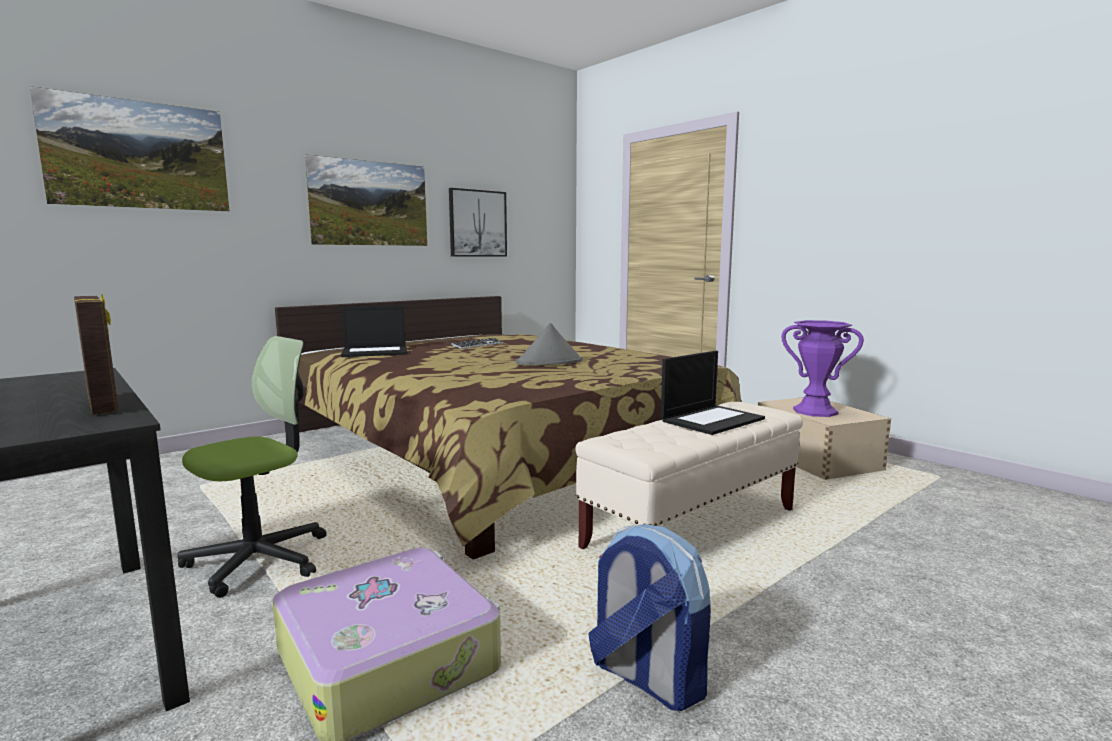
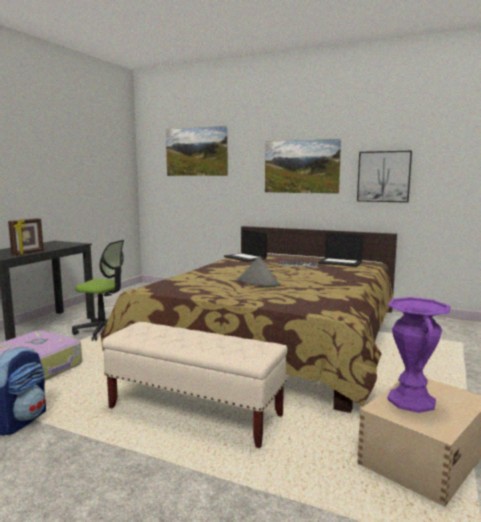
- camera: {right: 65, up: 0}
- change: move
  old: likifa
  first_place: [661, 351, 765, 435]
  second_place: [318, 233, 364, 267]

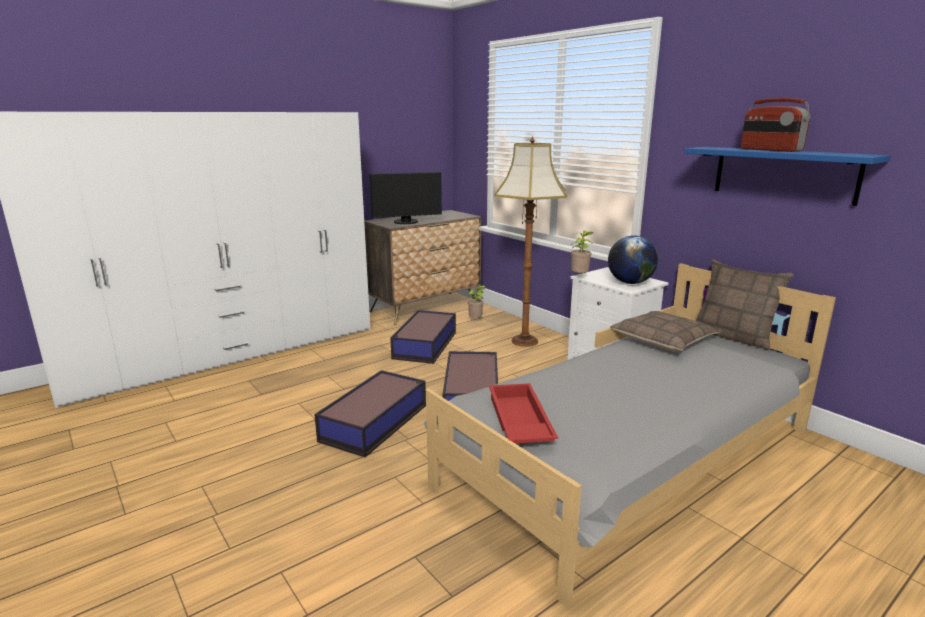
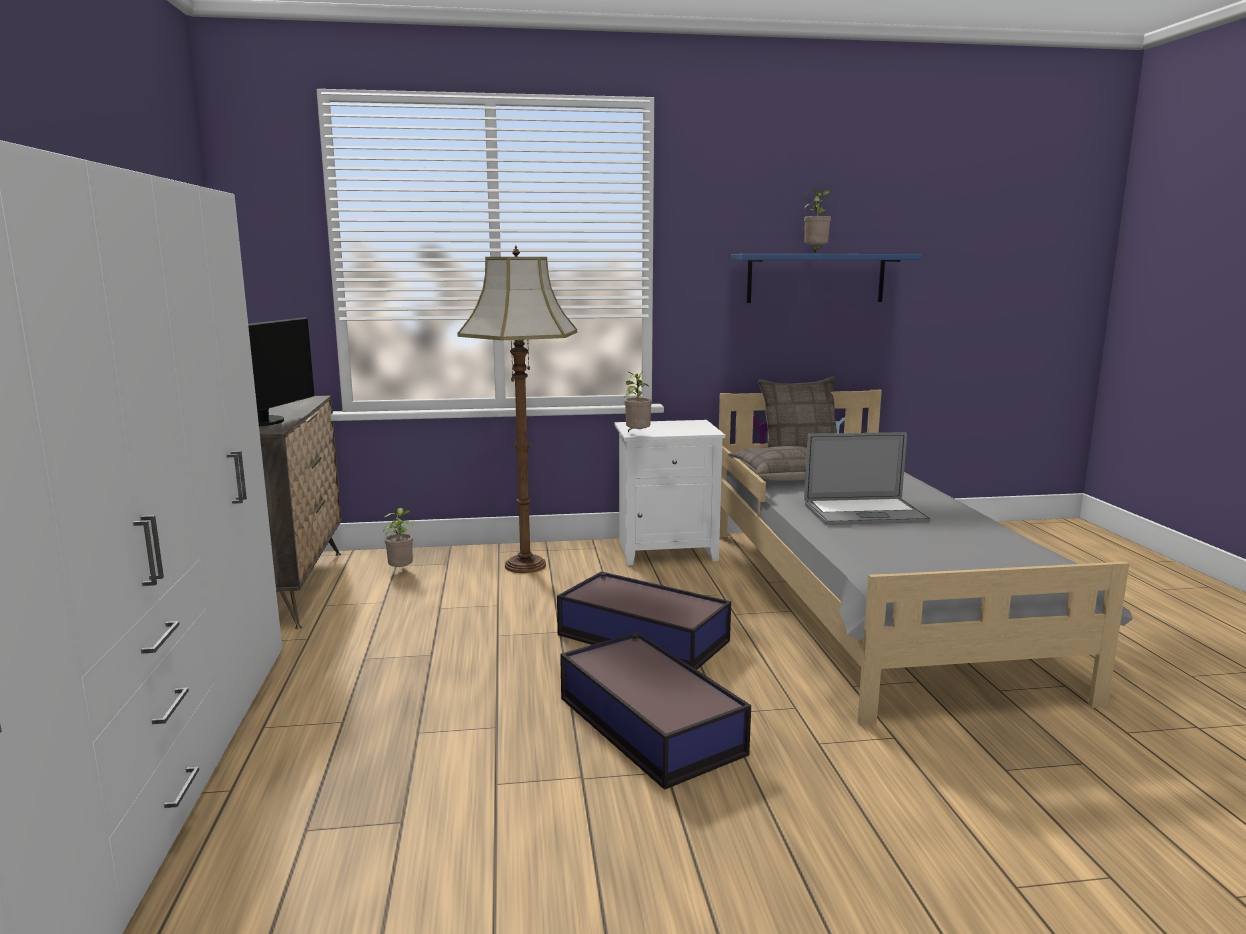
- camera: {right: -60, up: -5}
- change: delete
  old: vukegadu
  first_place: [390, 310, 456, 364]
- change: delete
  old: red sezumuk
  first_place: [489, 383, 558, 443]
- change: delete
  old: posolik
  first_place: [608, 235, 658, 284]
- change: replace
  old: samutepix
  new: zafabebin
  first_place: [741, 98, 810, 152]
  second_place: [804, 190, 832, 253]
- change: insert
  new: likifa
  second_place: [804, 432, 931, 525]

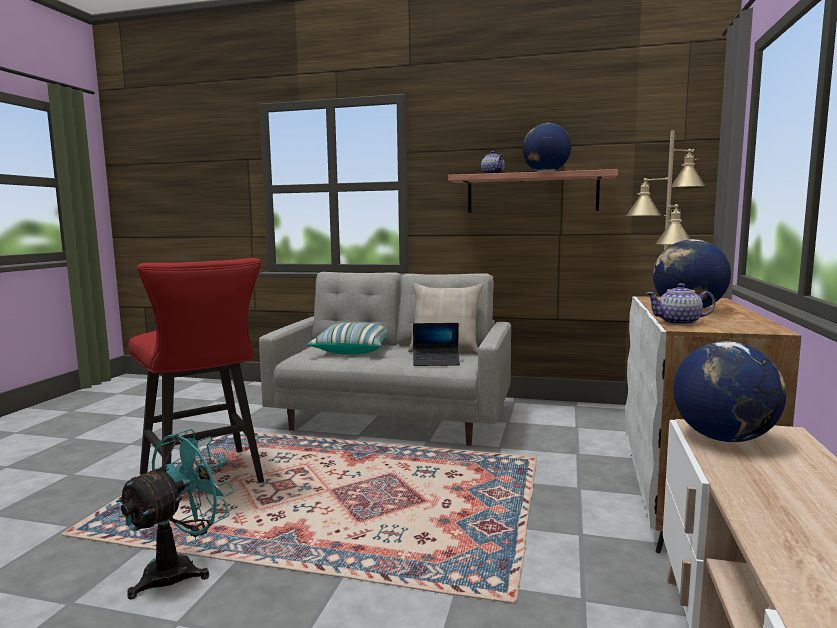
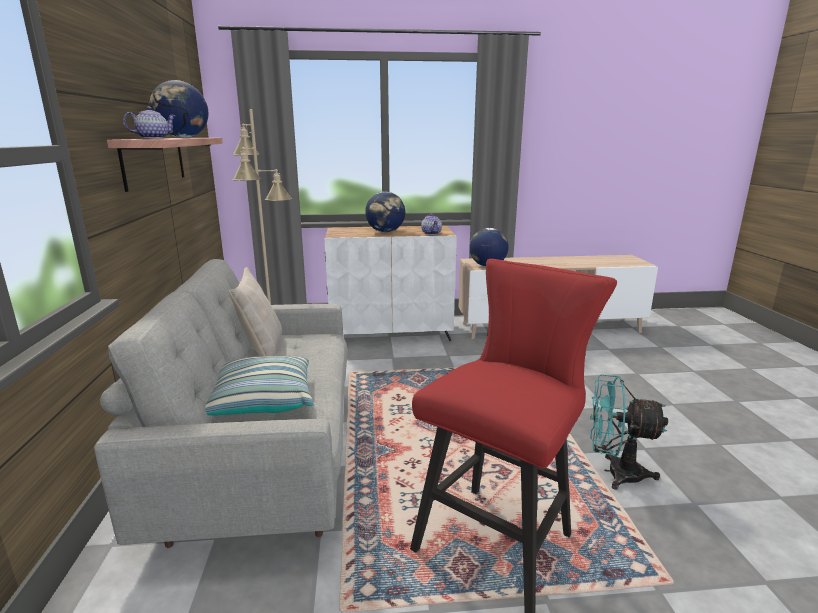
- camera: {right: -110, up: 10}
- change: delete
  old: likifa
  first_place: [413, 323, 460, 366]

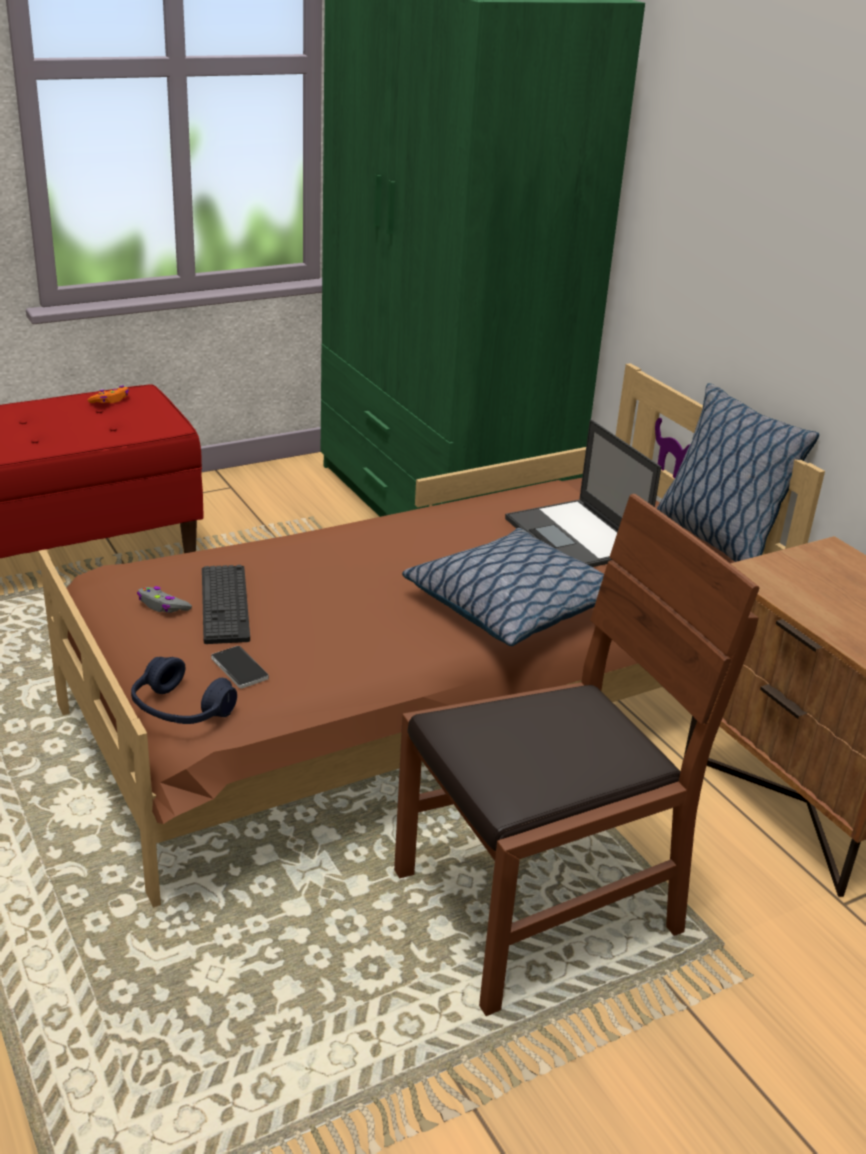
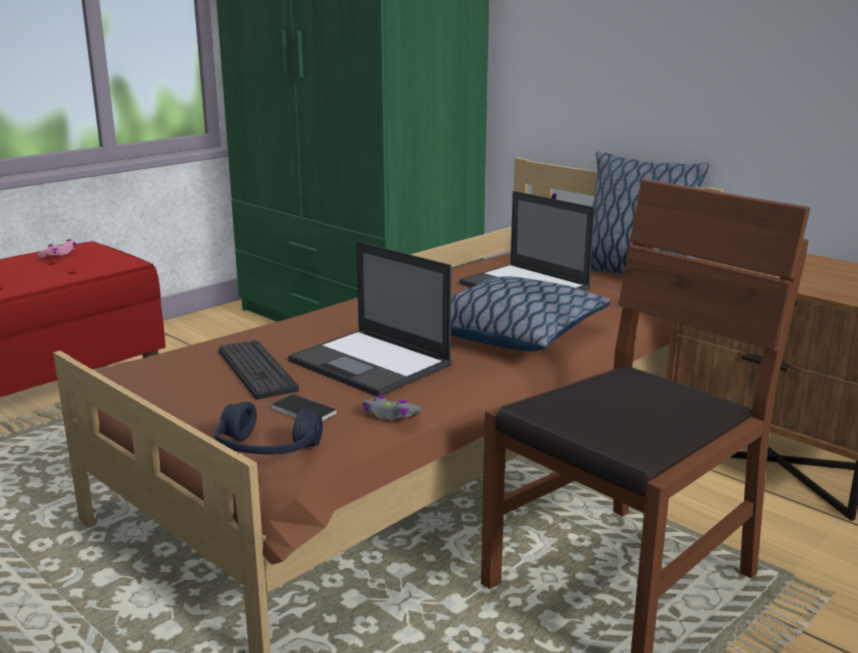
- camera: {right: -15, up: -10}
- change: recolor
  old: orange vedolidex
  new: pink vedolidex
  first_place: [88, 386, 129, 403]
  second_place: [37, 239, 76, 258]
- change: move
  old: grey vedolidex
  first_place: [137, 586, 192, 613]
  second_place: [363, 395, 422, 420]
- change: insert
  new: likifa
  second_place: [288, 241, 452, 396]

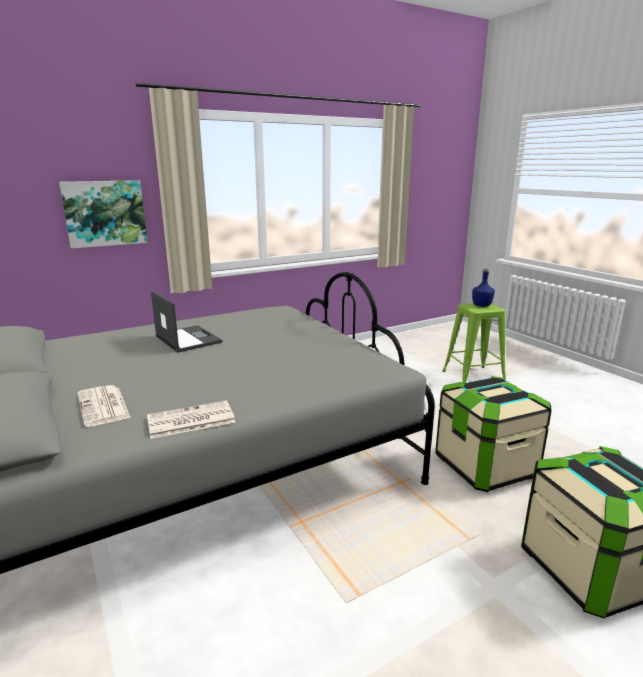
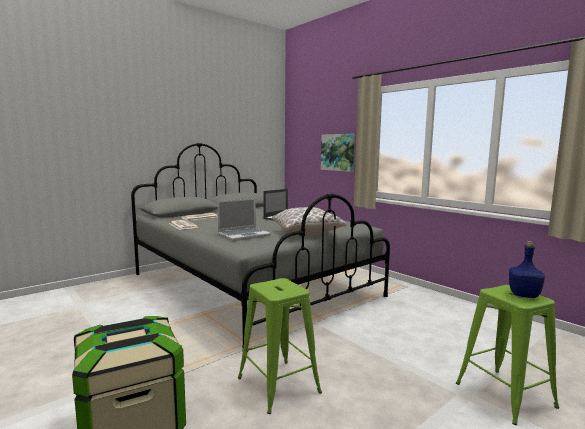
- camera: {right: 80, up: -10}
- change: replace
  old: vukegadu
  new: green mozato
  first_place: [435, 376, 551, 492]
  second_place: [238, 278, 322, 414]
- change: insert
  new: likifa
  second_place: [217, 198, 271, 241]
- change: insert
  new: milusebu
  second_place: [272, 207, 347, 235]

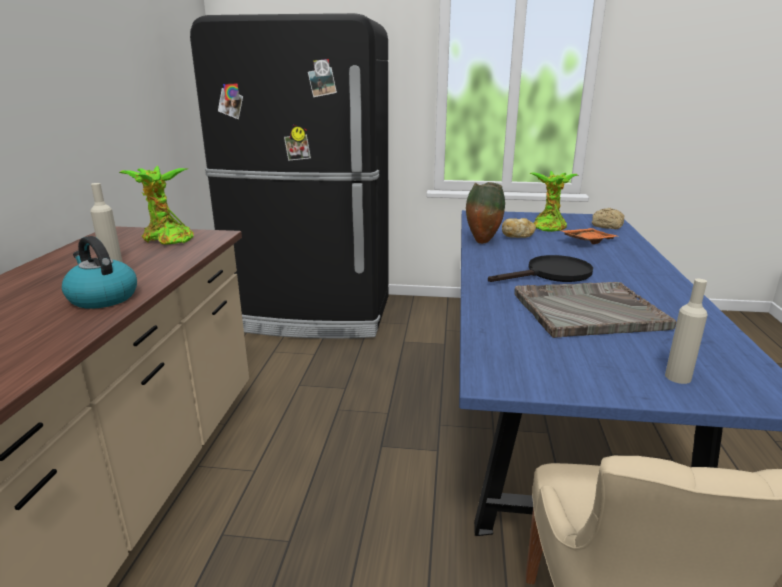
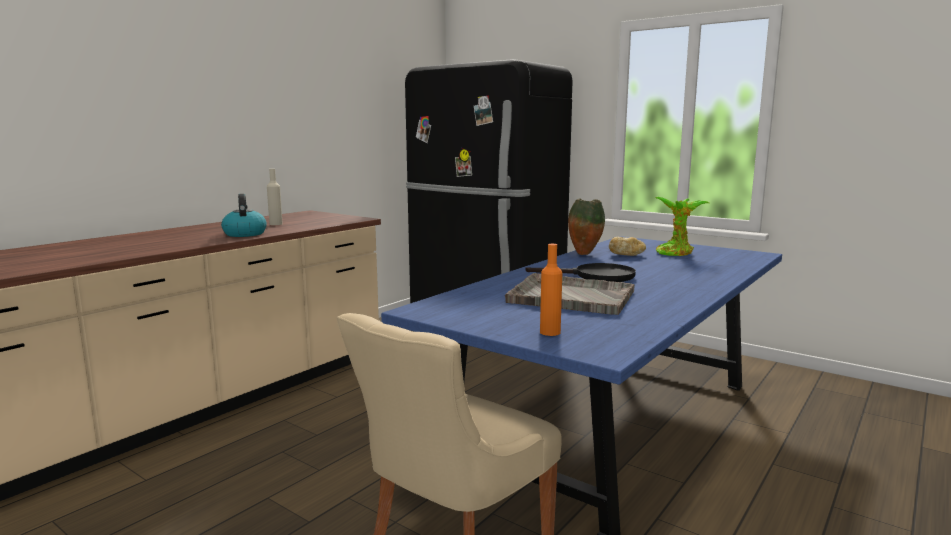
- camera: {right: 30, up: -10}
- change: delete
  old: zafabebin
  first_place: [119, 166, 194, 245]
- change: delete
  old: orange sezumuk
  first_place: [560, 228, 617, 244]
- change: delete
  old: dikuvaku
  first_place: [592, 208, 625, 229]
- change: recolor
  old: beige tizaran
  new: orange tizaran
  first_place: [665, 279, 708, 384]
  second_place: [540, 244, 562, 336]

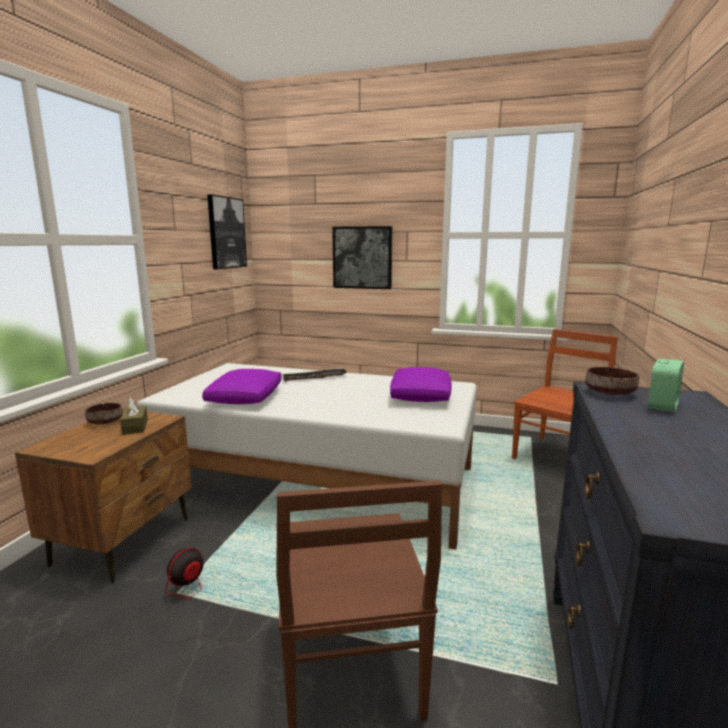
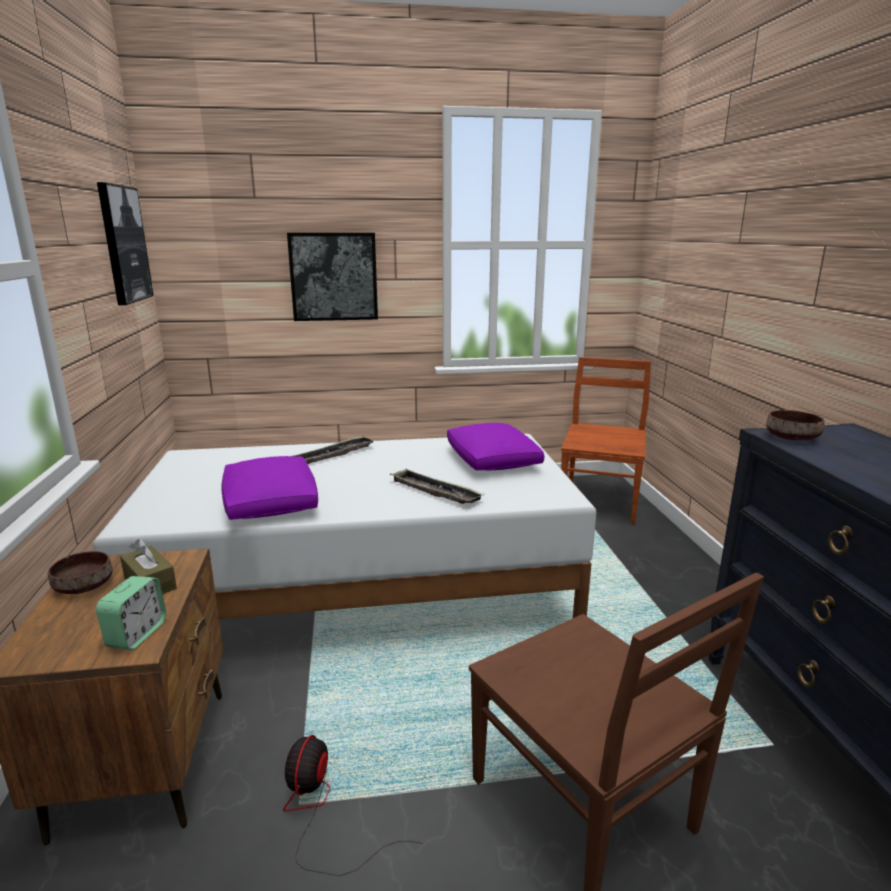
- camera: {right: -25, up: 5}
- change: move
  old: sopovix
  first_place: [648, 359, 684, 412]
  second_place: [96, 576, 166, 650]
- change: insert
  new: sezumuk
  second_place: [390, 468, 485, 504]

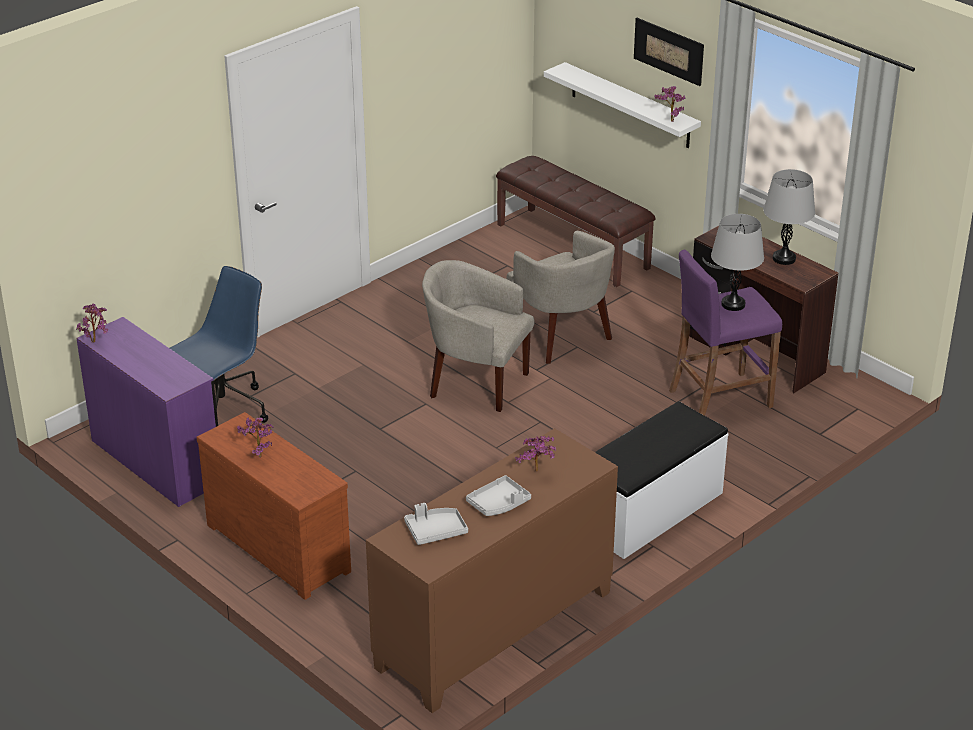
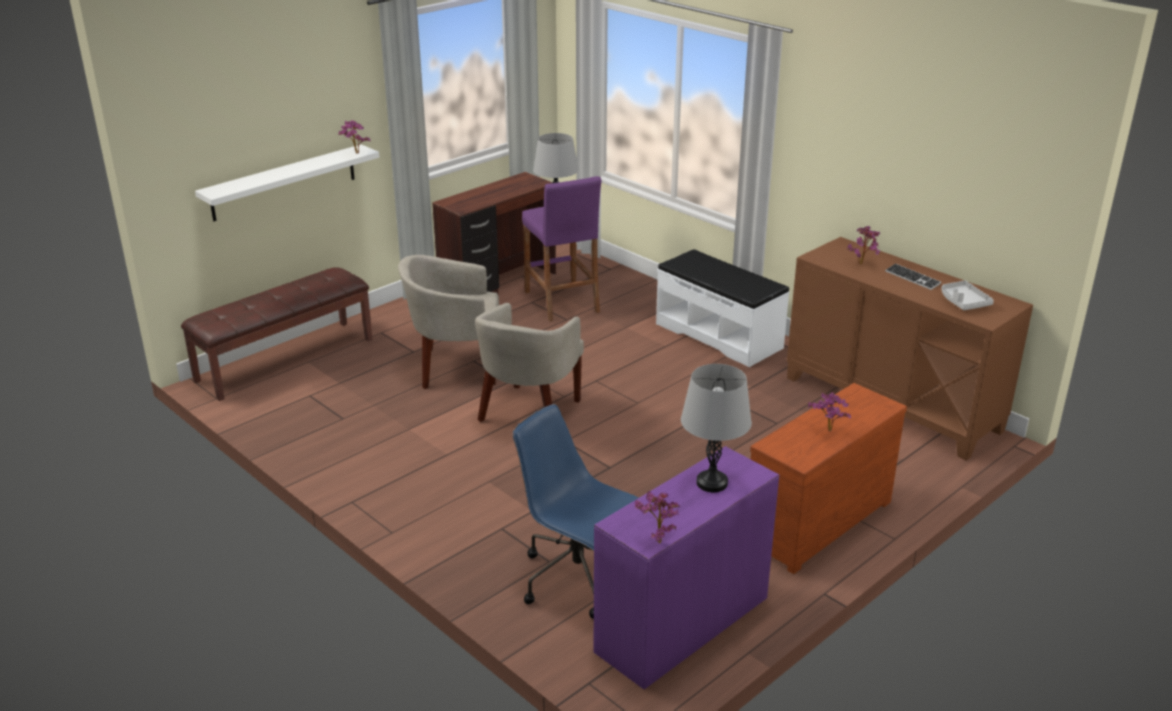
- camera: {right: -90, up: -5}
- change: replace
  old: grey sezumuk
  new: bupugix
  first_place: [466, 475, 531, 516]
  second_place: [885, 264, 941, 290]
- change: rotate
  old: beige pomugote
  first_place: [506, 231, 615, 364]
  second_place: [398, 255, 499, 389]
  degrees: -150
- change: delete
  old: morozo
  first_place: [634, 18, 704, 86]
- change: move
  old: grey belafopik
  first_place: [763, 169, 815, 265]
  second_place: [681, 364, 752, 492]

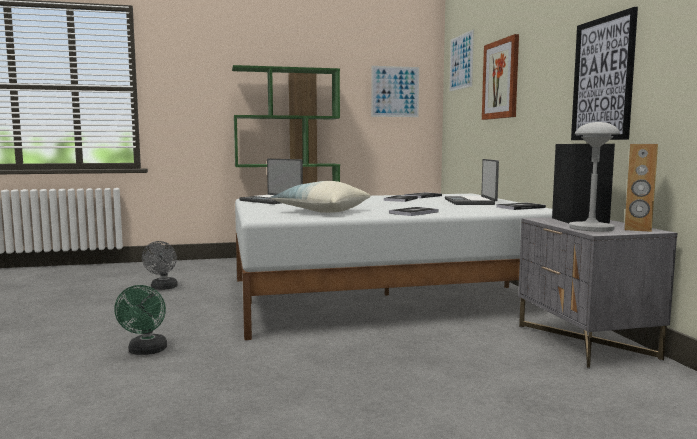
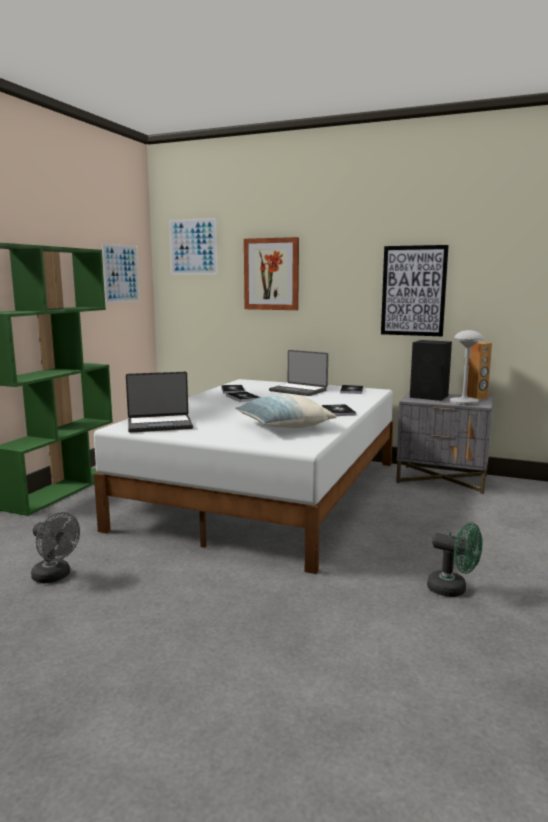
- camera: {right: -55, up: 5}
- change: move
  old: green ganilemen
  first_place: [114, 285, 167, 355]
  second_place: [427, 523, 482, 597]

